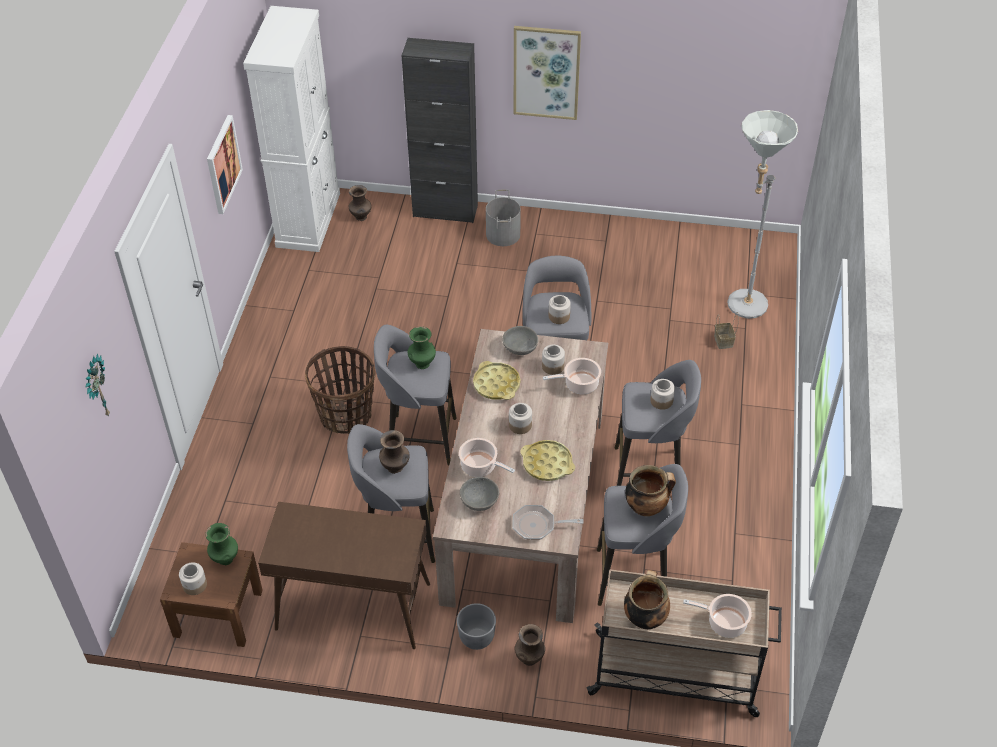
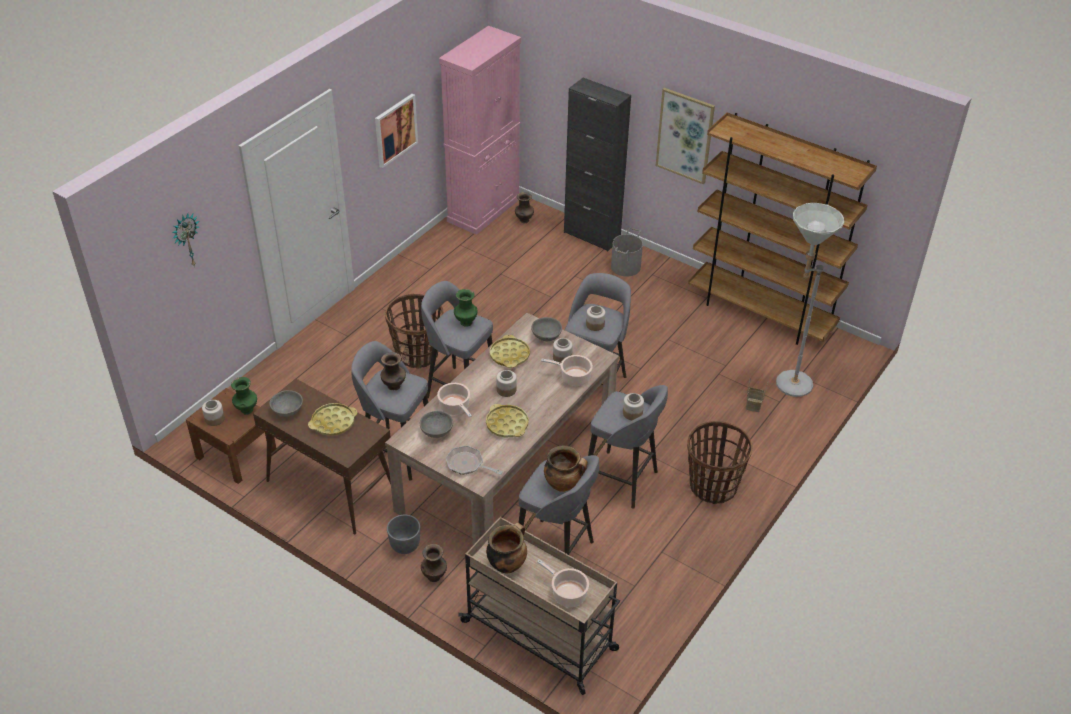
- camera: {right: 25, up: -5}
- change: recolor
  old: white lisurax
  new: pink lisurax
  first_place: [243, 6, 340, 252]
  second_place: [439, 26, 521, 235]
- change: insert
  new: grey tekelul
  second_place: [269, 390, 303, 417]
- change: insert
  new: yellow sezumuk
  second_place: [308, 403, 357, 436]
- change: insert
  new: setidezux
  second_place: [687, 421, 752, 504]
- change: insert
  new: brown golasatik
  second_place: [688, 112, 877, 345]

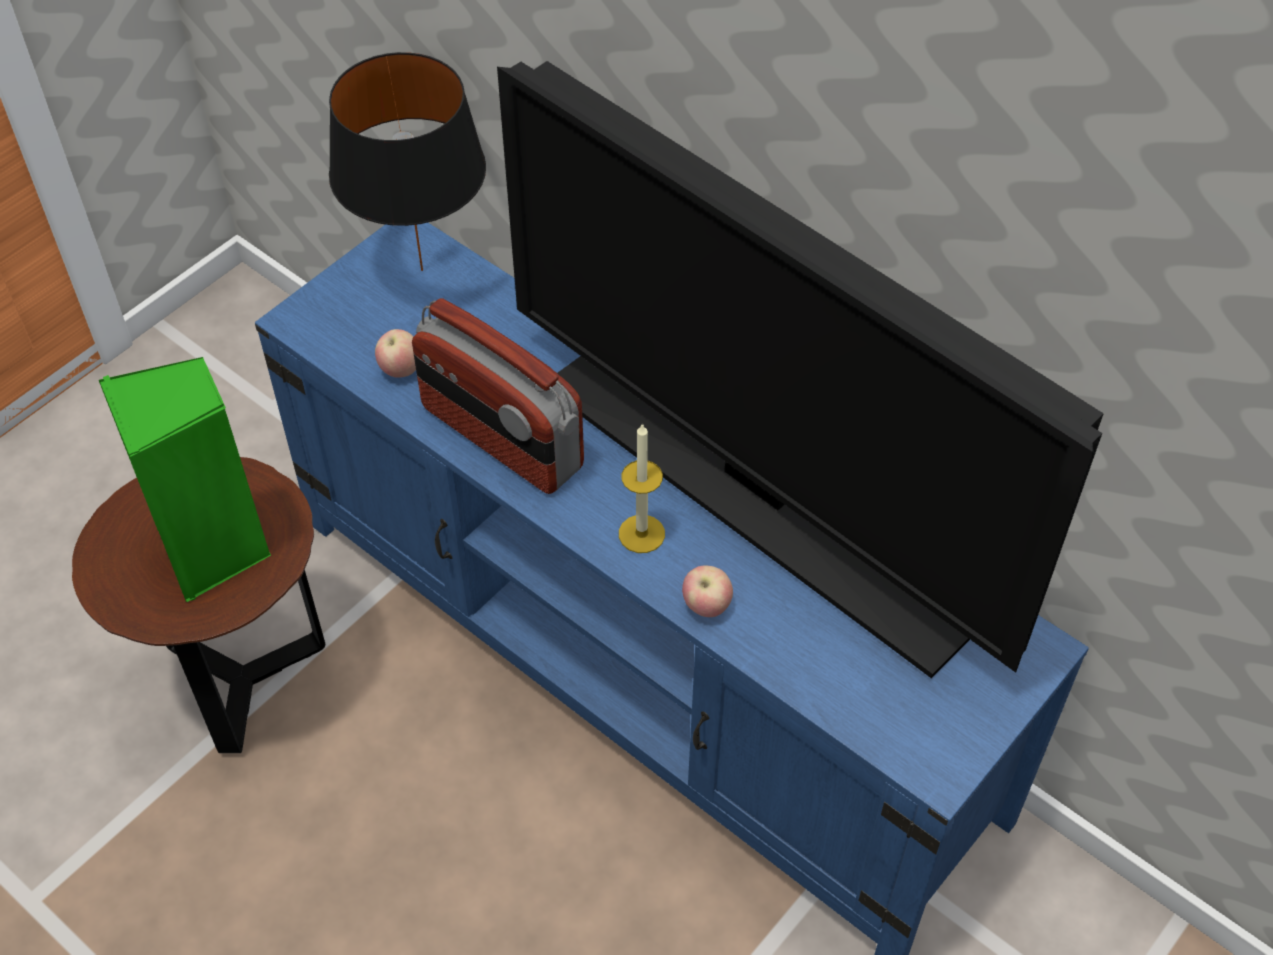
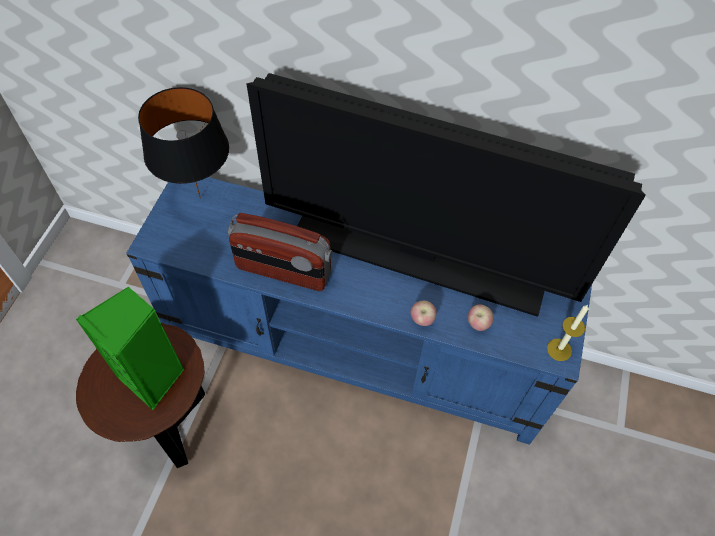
- camera: {right: -25, up: 5}
- change: move
  old: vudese
  first_place: [375, 329, 416, 378]
  second_place: [468, 304, 493, 331]
- change: move
  old: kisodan
  first_place: [619, 423, 665, 553]
  second_place: [547, 305, 589, 361]

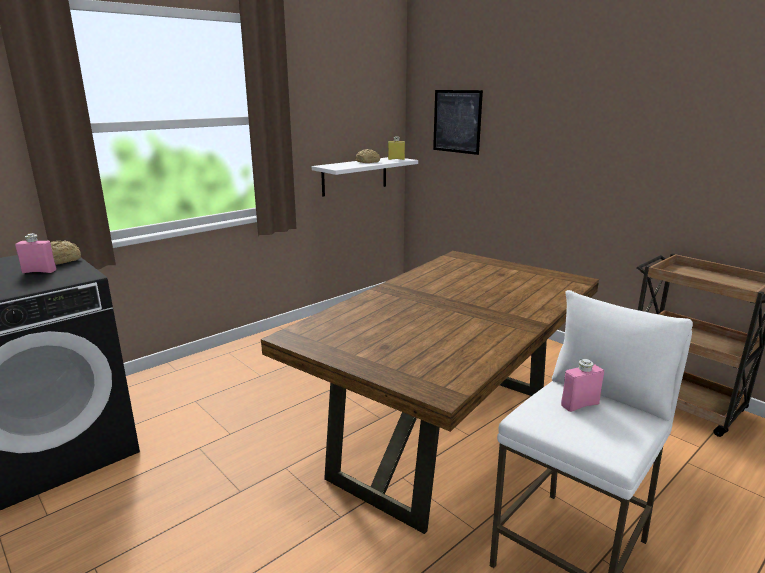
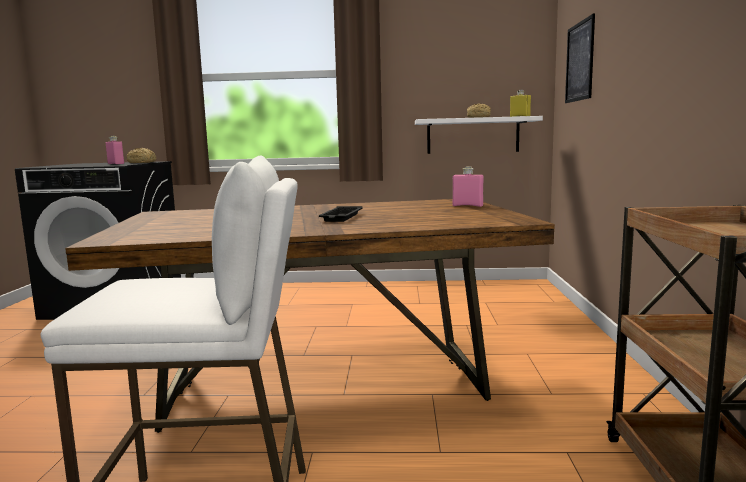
- camera: {right: 45, up: -10}
- change: move
  old: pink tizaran
  first_place: [561, 359, 604, 412]
  second_place: [453, 167, 484, 207]
- change: insert
  new: black sezumuk
  second_place: [319, 206, 362, 222]

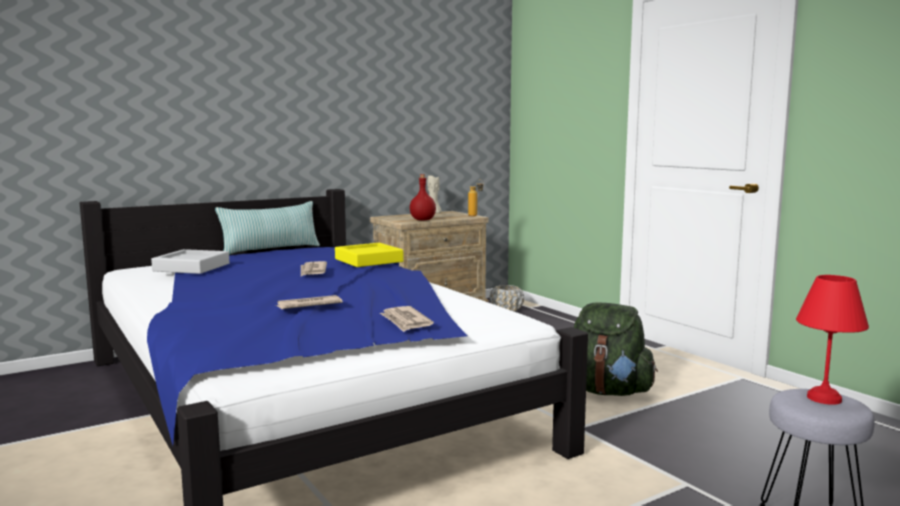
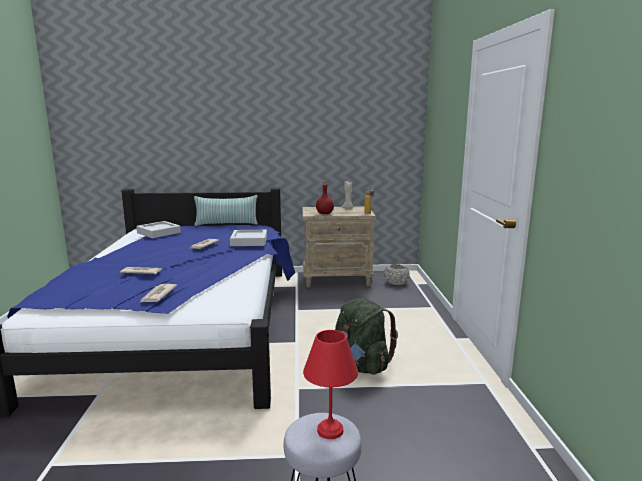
- camera: {right: 30, up: 5}
- change: recolor
  old: yellow sezumuk
  new: grey sezumuk
  first_place: [335, 243, 403, 267]
  second_place: [230, 230, 267, 246]

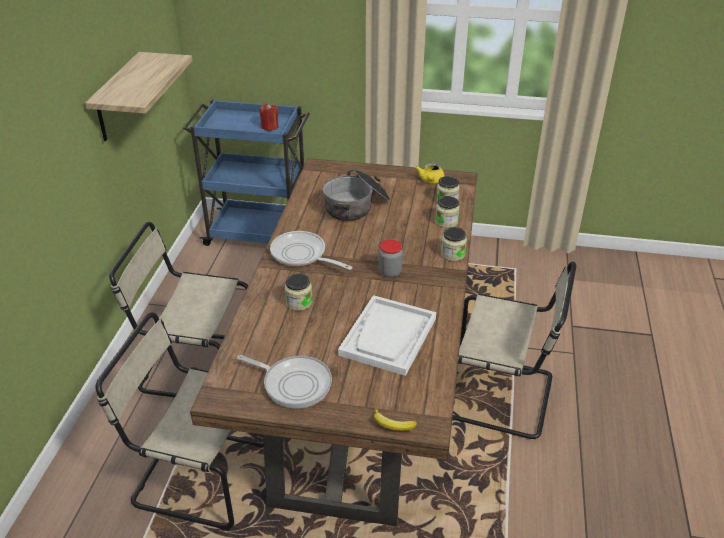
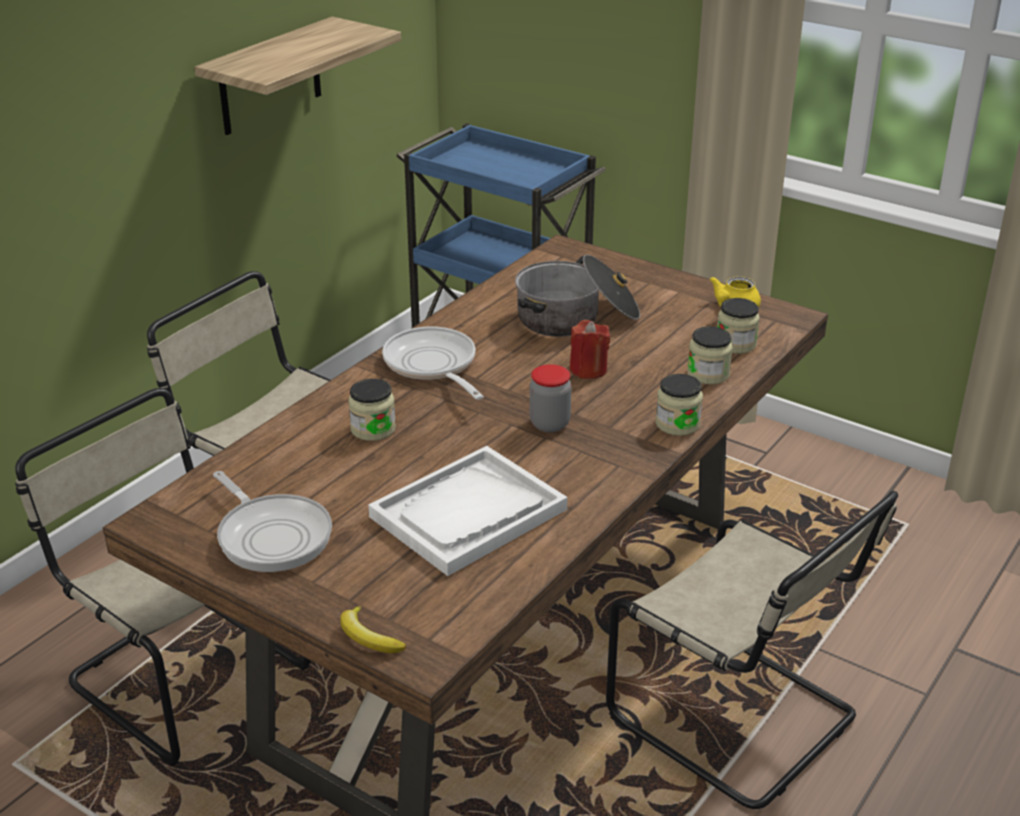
- camera: {right: 25, up: -5}
- change: move
  old: red kisodan
  first_place: [260, 103, 279, 131]
  second_place: [570, 320, 610, 379]

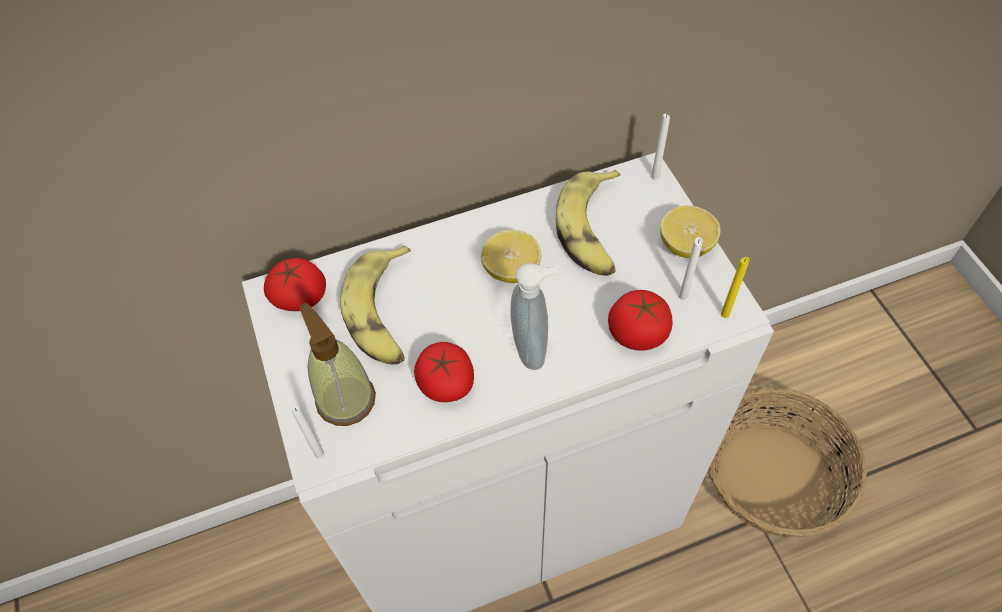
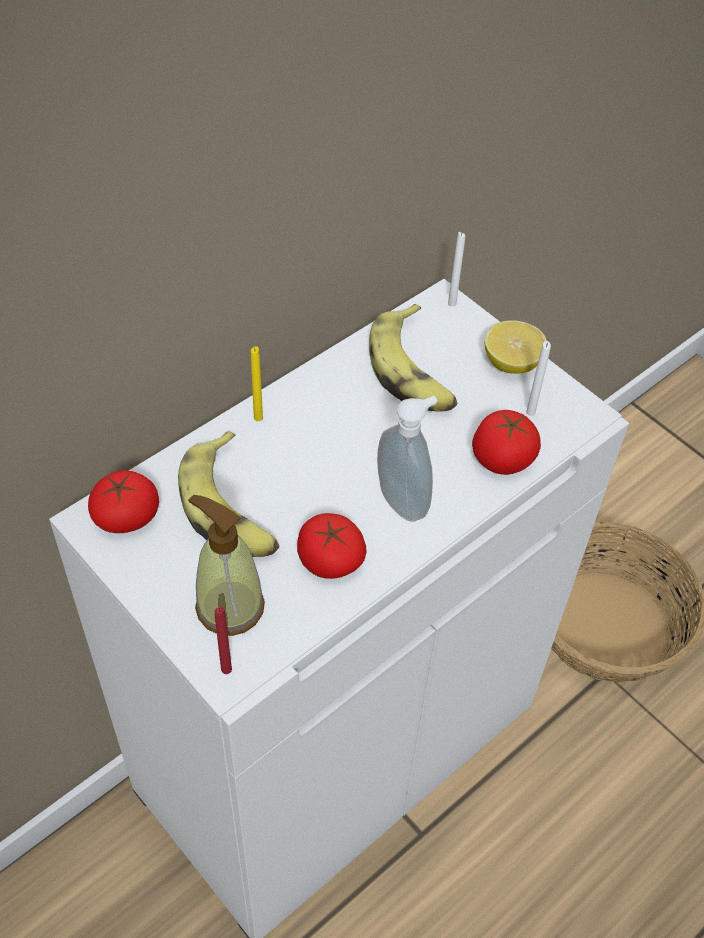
- camera: {right: -25, up: -5}
- change: recolor
  old: white kisodan
  new: red kisodan
  first_place: [292, 406, 324, 458]
  second_place: [215, 607, 232, 674]
- change: delete
  old: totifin
  first_place: [481, 230, 541, 283]
- change: move
  old: yellow kisodan
  first_place: [721, 257, 749, 318]
  second_place: [251, 346, 263, 421]

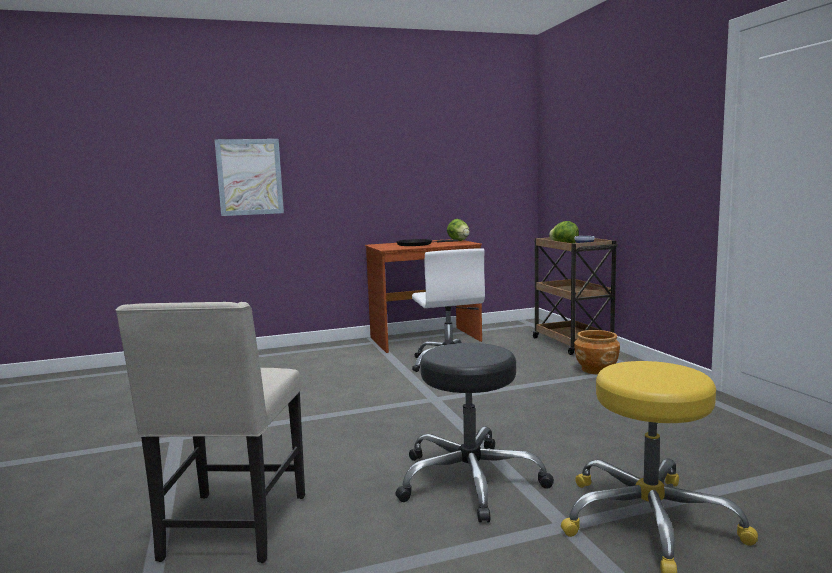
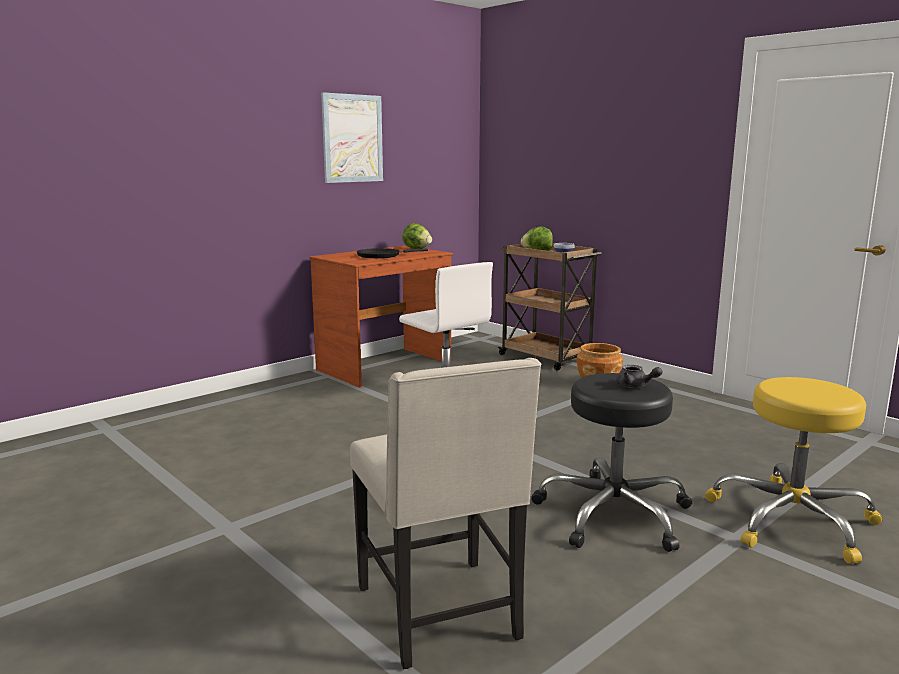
- camera: {right: -25, up: 5}
- change: move
  old: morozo
  first_place: [214, 139, 284, 216]
  second_place: [321, 92, 383, 183]
- change: insert
  new: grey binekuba
  second_place: [616, 365, 663, 388]

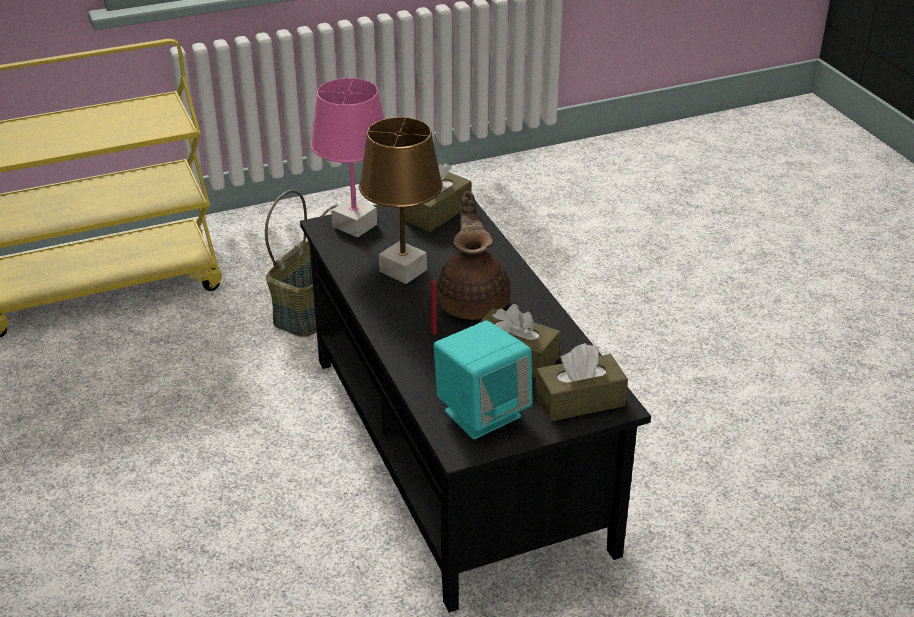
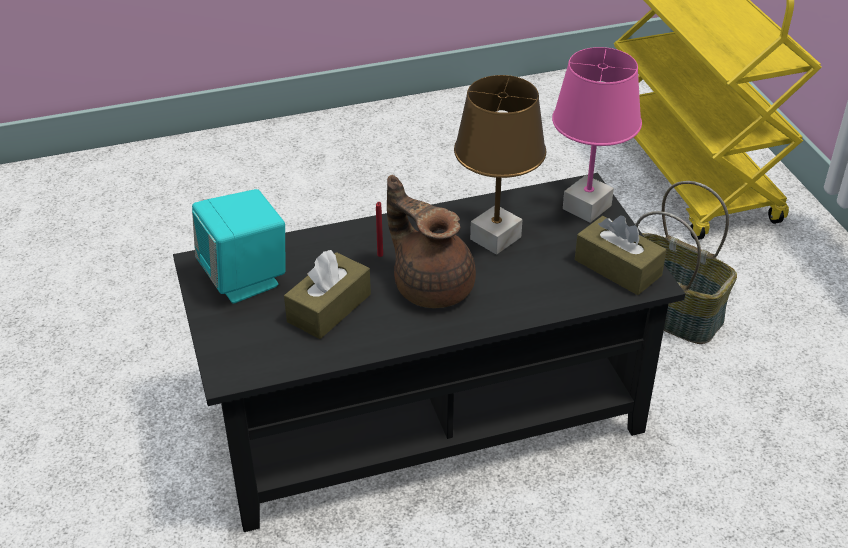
- camera: {right: 95, up: 5}
- change: rotate
  old: brown binekuba
  first_place: [437, 191, 510, 320]
  second_place: [387, 175, 476, 308]
  degrees: -135
- change: delete
  old: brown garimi
  first_place: [535, 343, 628, 422]

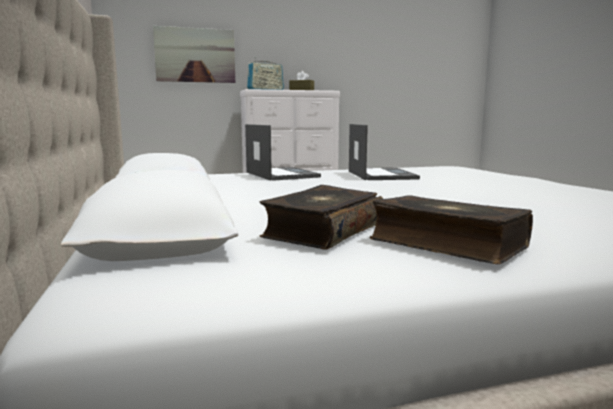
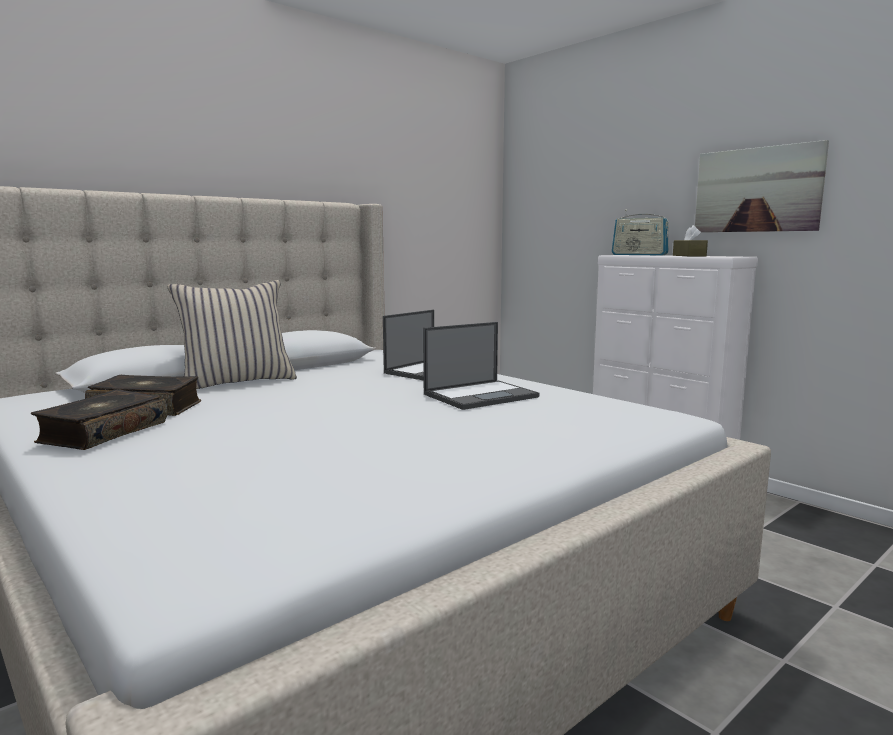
- camera: {right: 65, up: 0}
- change: move
  old: morozo
  first_place: [153, 26, 235, 83]
  second_place: [695, 140, 829, 232]
- change: insert
  new: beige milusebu
  second_place: [167, 280, 297, 389]

